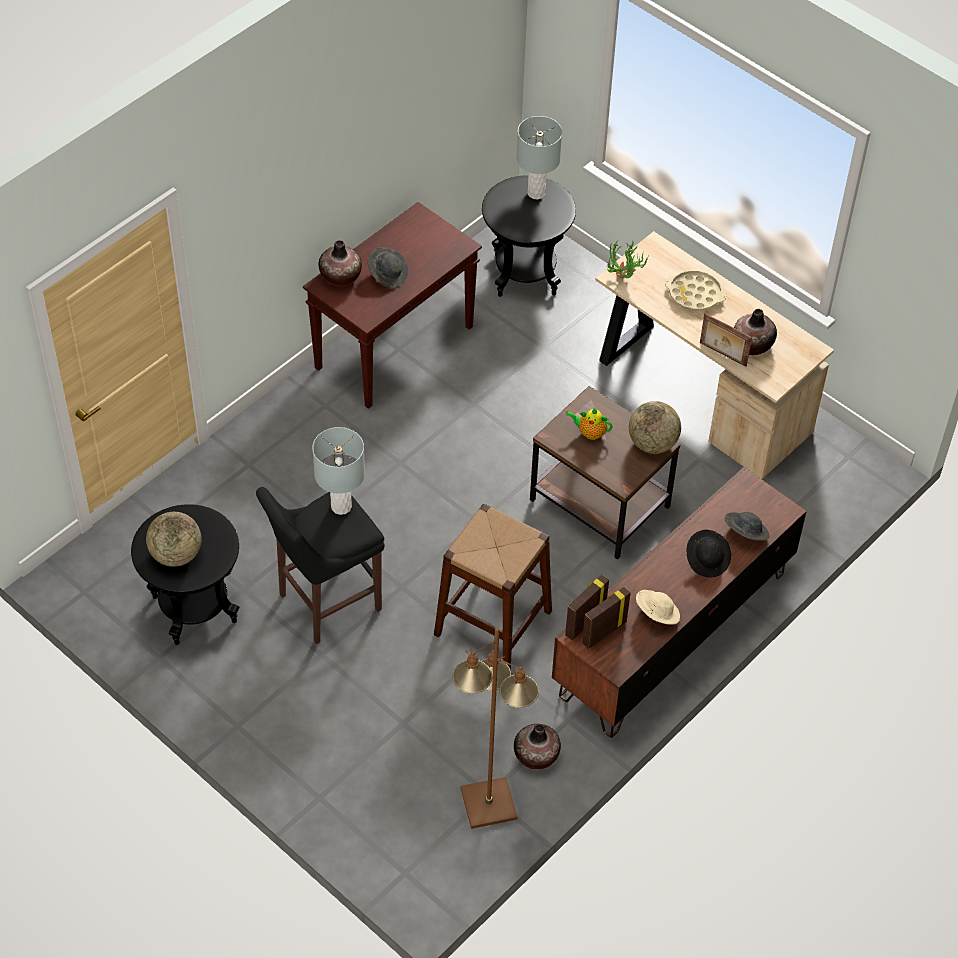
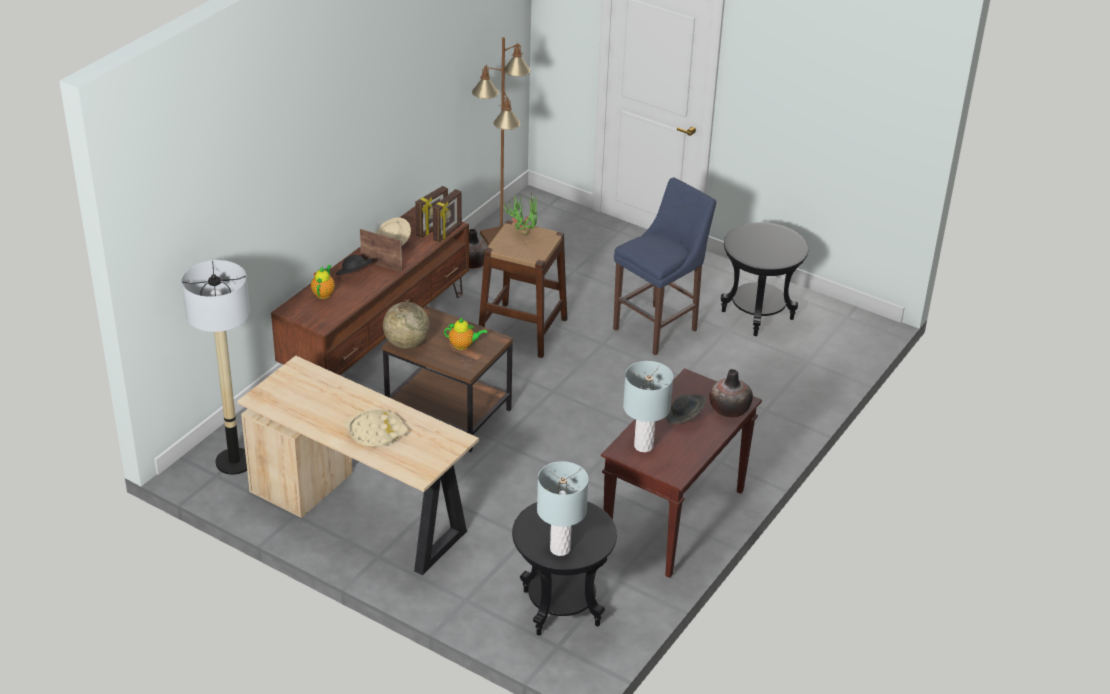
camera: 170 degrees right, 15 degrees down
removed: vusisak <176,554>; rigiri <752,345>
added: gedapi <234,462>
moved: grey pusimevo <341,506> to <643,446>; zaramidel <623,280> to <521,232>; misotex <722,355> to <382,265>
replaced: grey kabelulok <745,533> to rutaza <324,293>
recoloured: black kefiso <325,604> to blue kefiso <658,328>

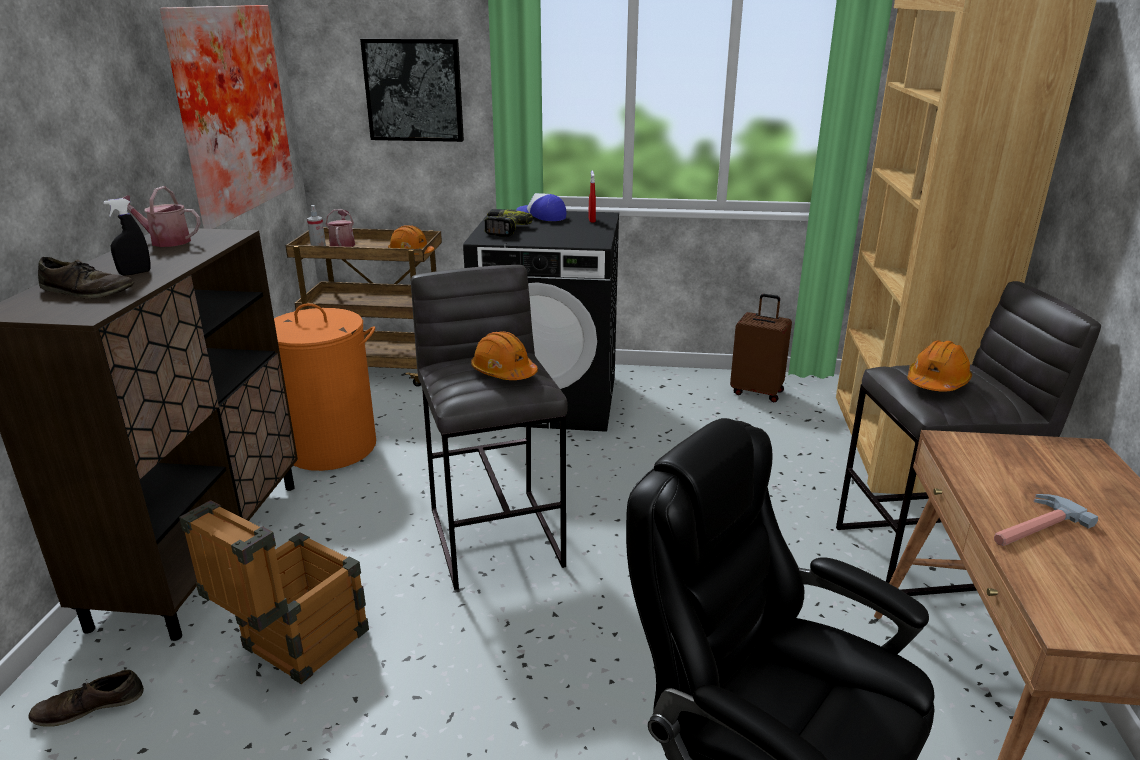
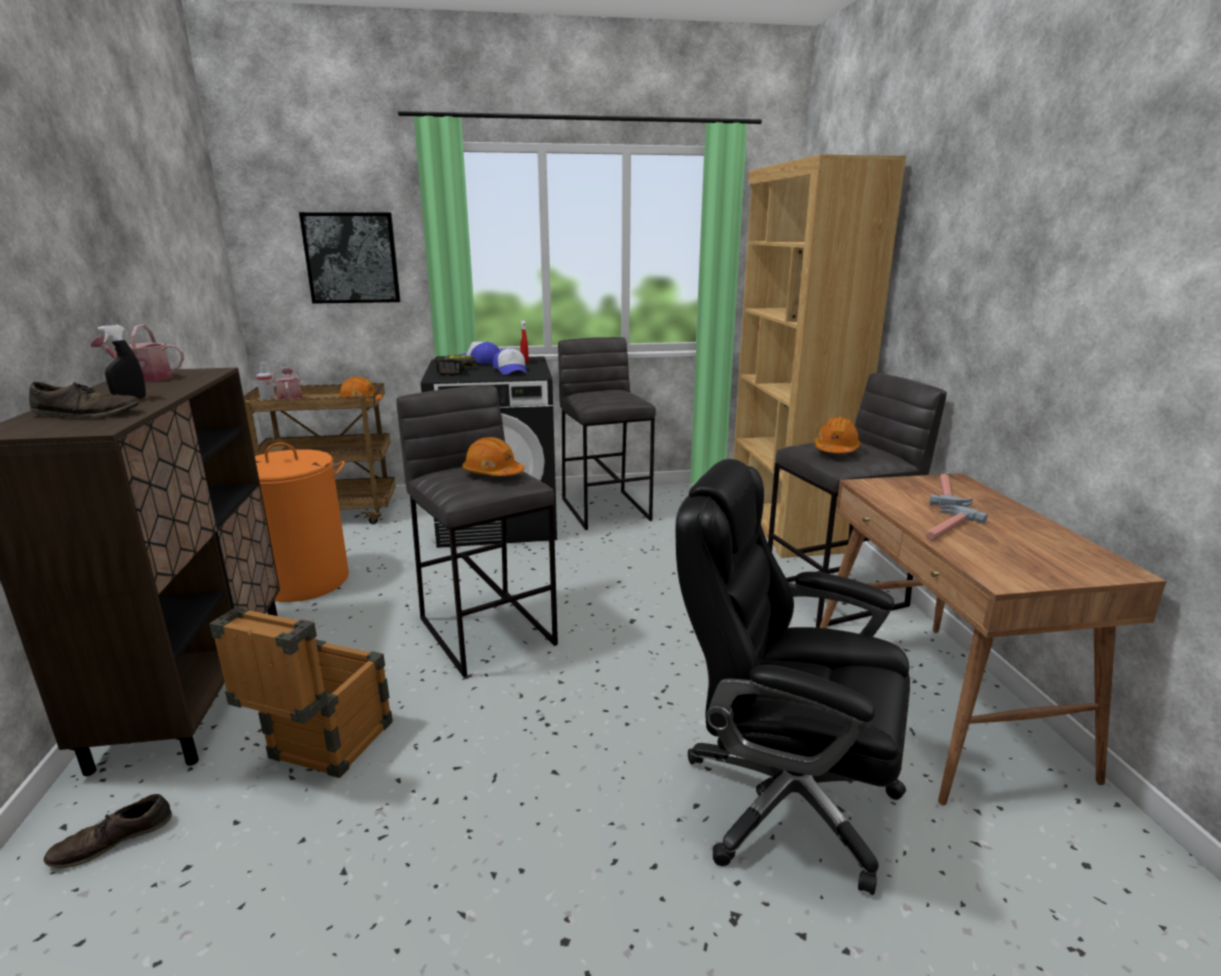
camera: 15 degrees left, 5 degrees down
removed: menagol <227,111>; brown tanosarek <757,392>
added: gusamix <511,371>; grey kefiso <606,509>; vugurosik <948,494>

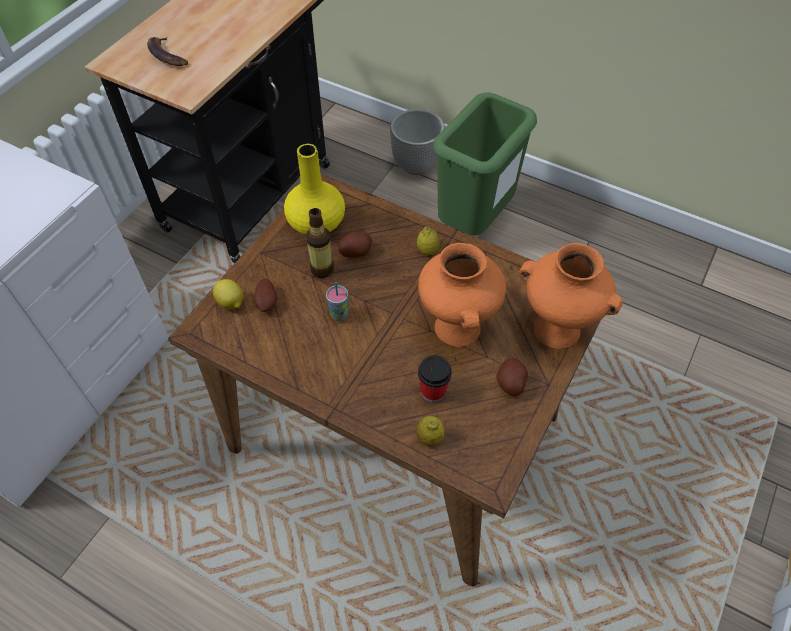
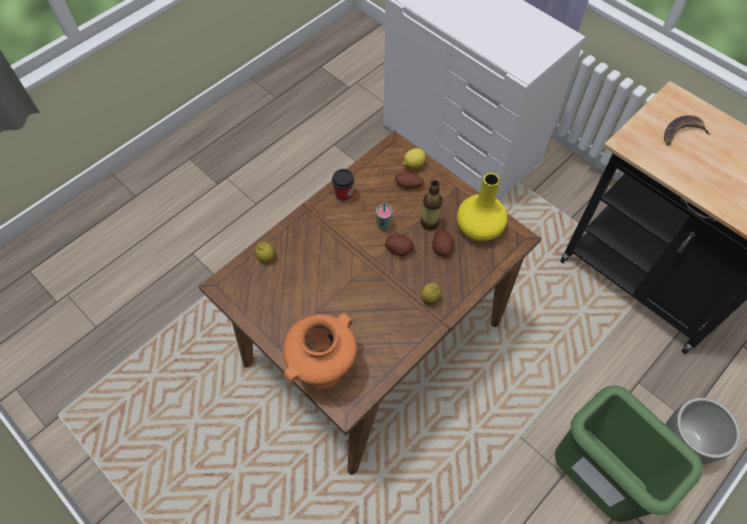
camera: 105 degrees right, 5 degrees up
removed: orange rigiri <456,326>
moved: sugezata <433,391> to <344,195>; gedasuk <510,383> to <399,249>

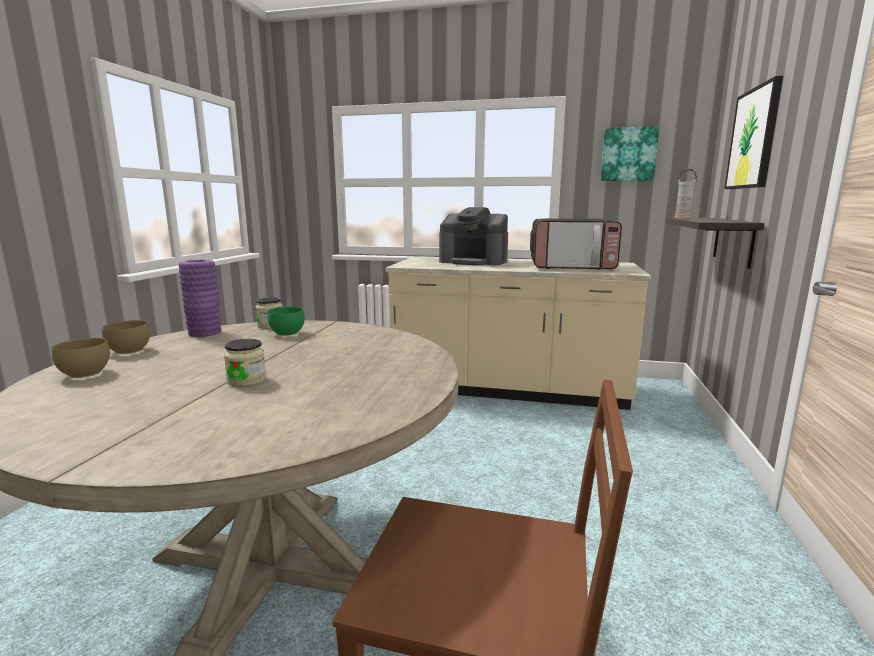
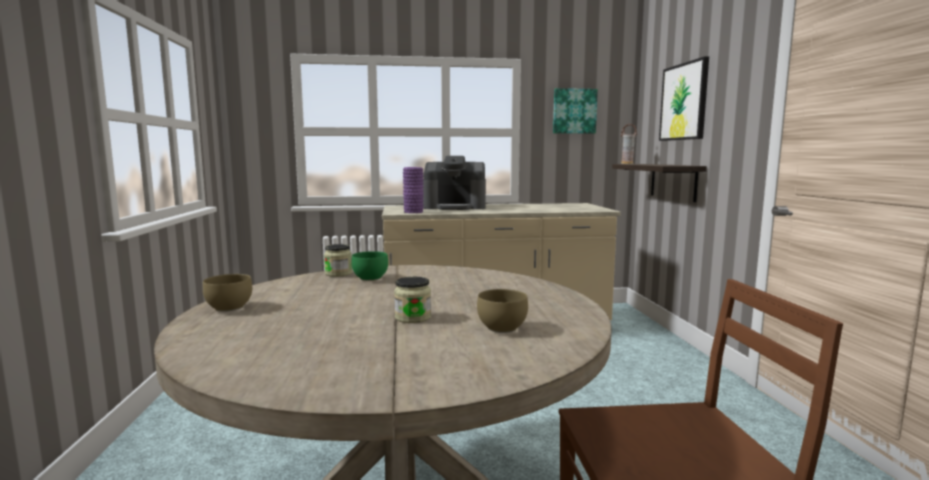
camera: 20 degrees left, 5 degrees down
removed: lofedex <572,267>
moved: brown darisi <87,373> to <502,328>; purple rigiri <205,333> to <413,212>

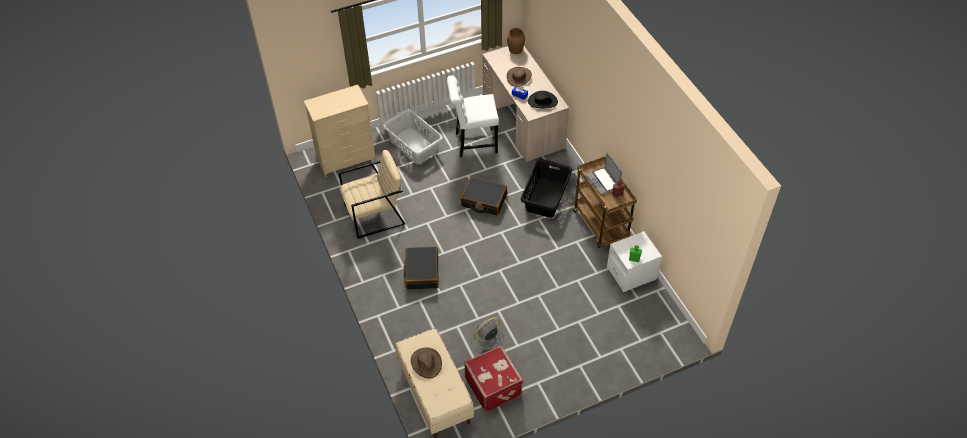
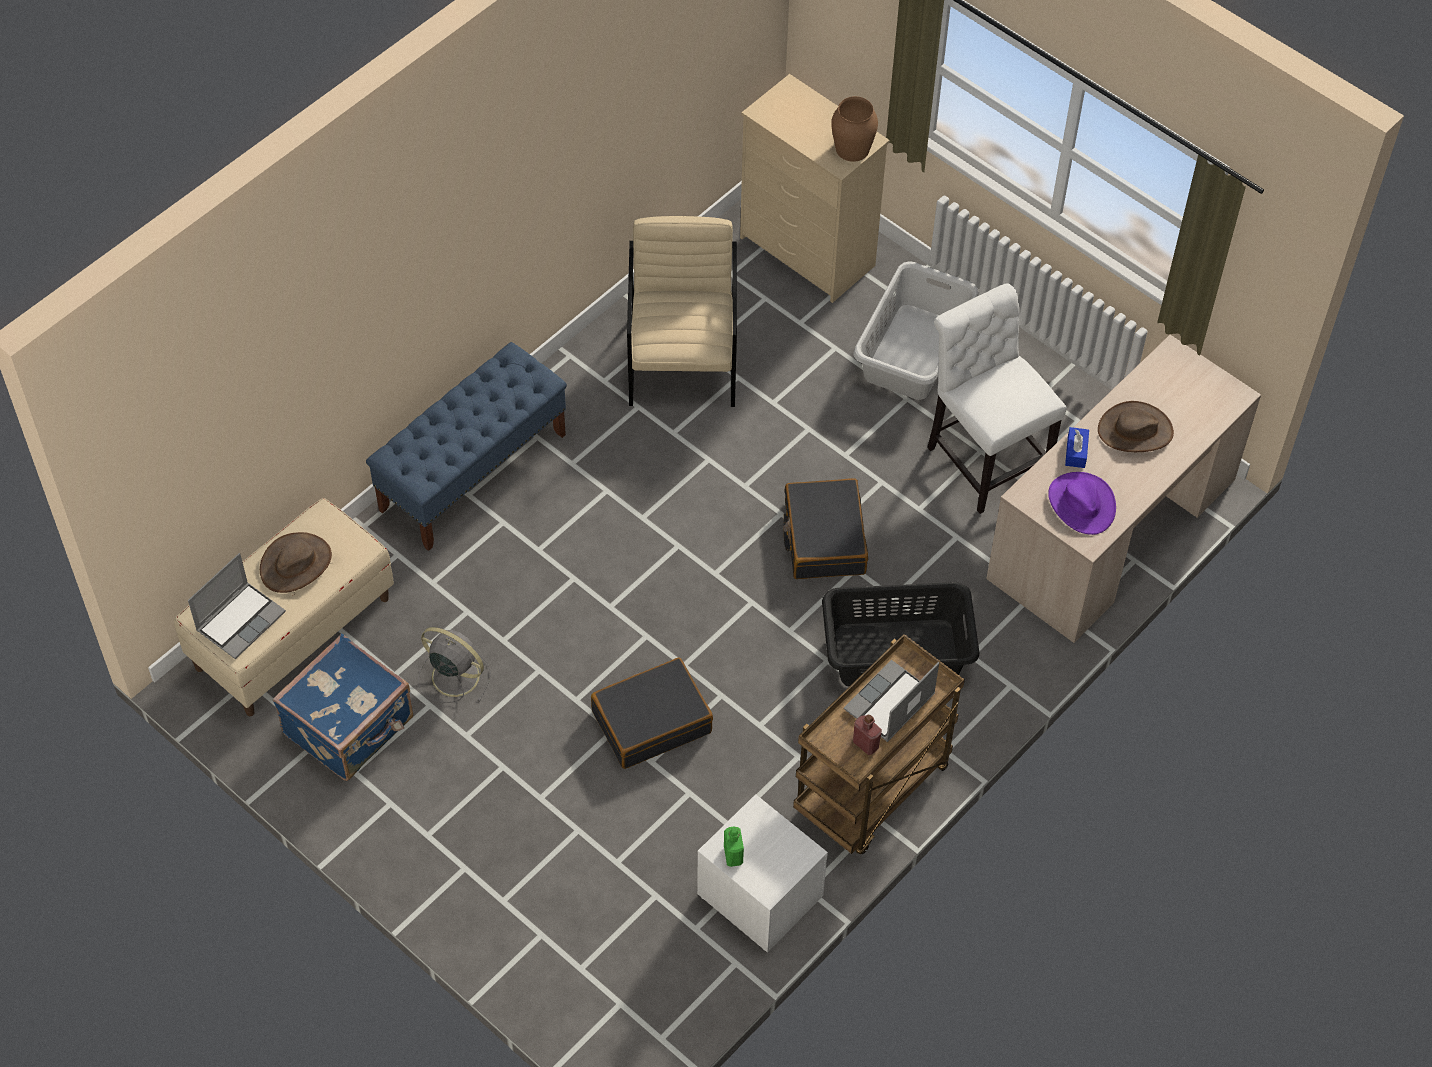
camera: 65 degrees right, 5 degrees up
added: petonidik <240,620>; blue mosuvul <473,471>
moved: black tanosarek <422,272> to <651,721>; brown rigiri <516,49> to <853,149>
recoloured: red tanosarek <494,386> to blue tanosarek <350,727>; black kabelulok <542,101> to purple kabelulok <1081,504>
turned: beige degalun <374,215> = <683,361> 135 degrees counterclockwise

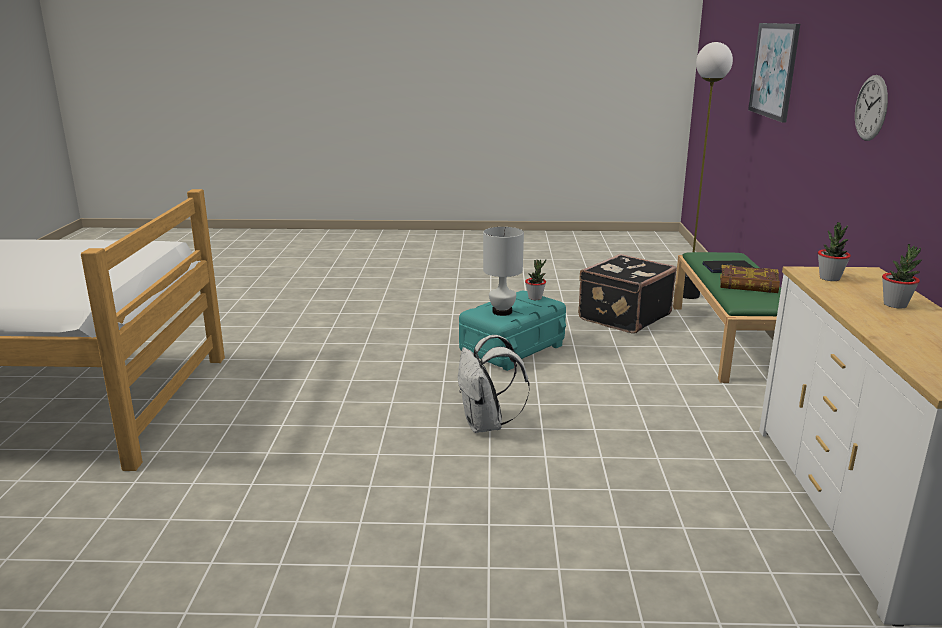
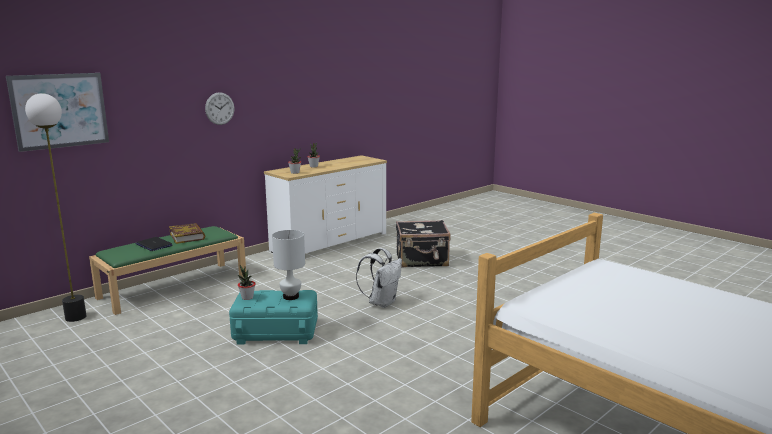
camera: 135 degrees left, 5 degrees down
moved: black tanosarek <623,316> to <422,260>

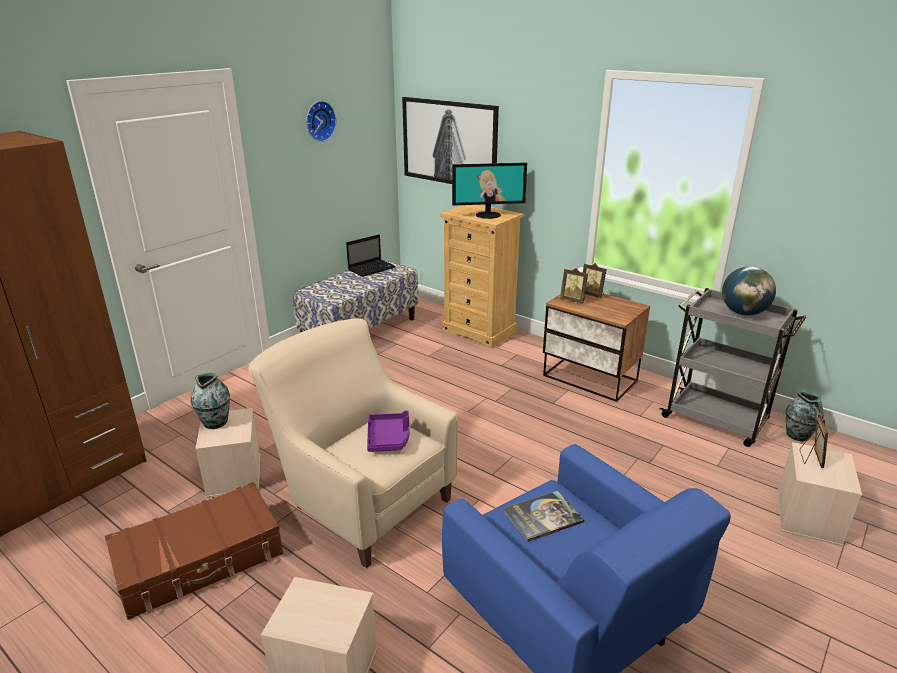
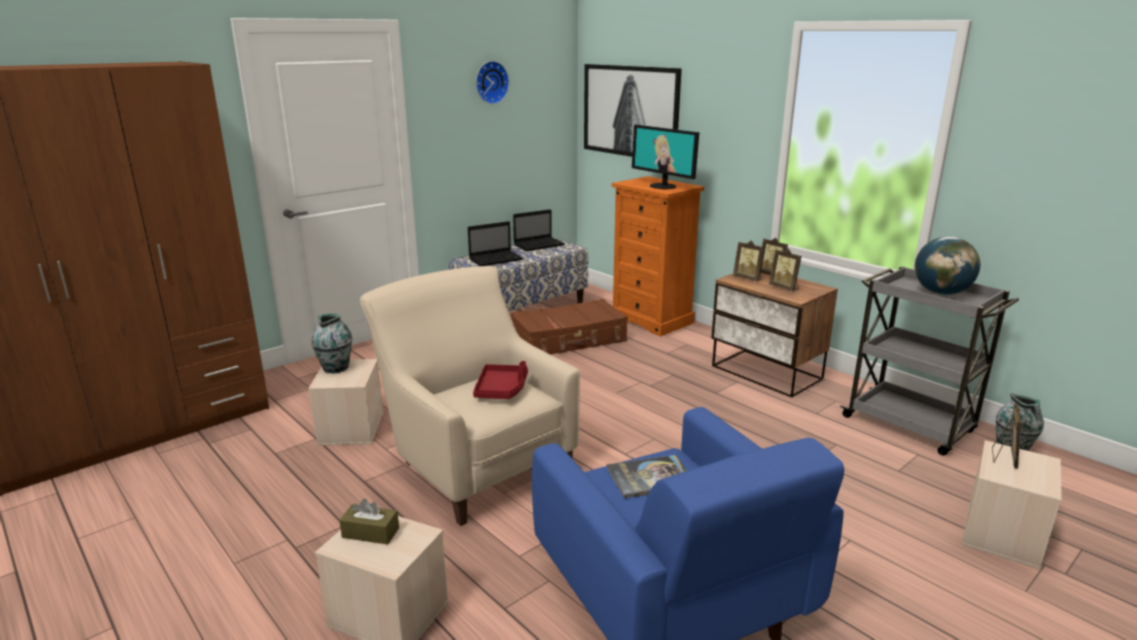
camera: 10 degrees right, 5 degrees down
added: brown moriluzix <370,533>; petonidik <497,259>; misotex <784,288>
moved: brown tanosarek <200,560> to <569,340>
recoloured: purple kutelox <389,438> to red kutelox <502,389>; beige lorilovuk <479,331> to orange lorilovuk <652,320>
turned: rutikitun <488,215> = <663,186> 45 degrees clockwise

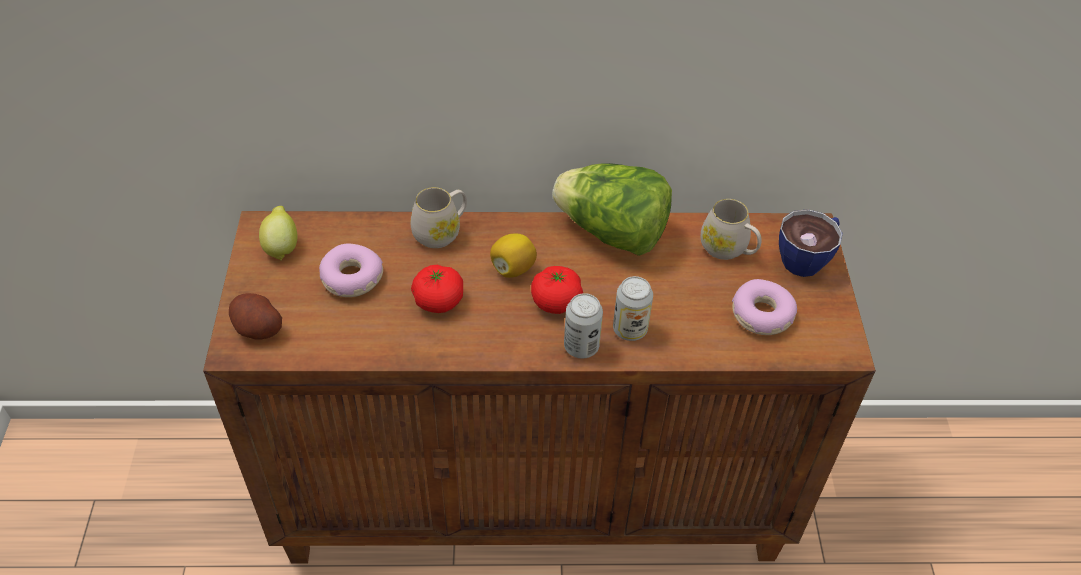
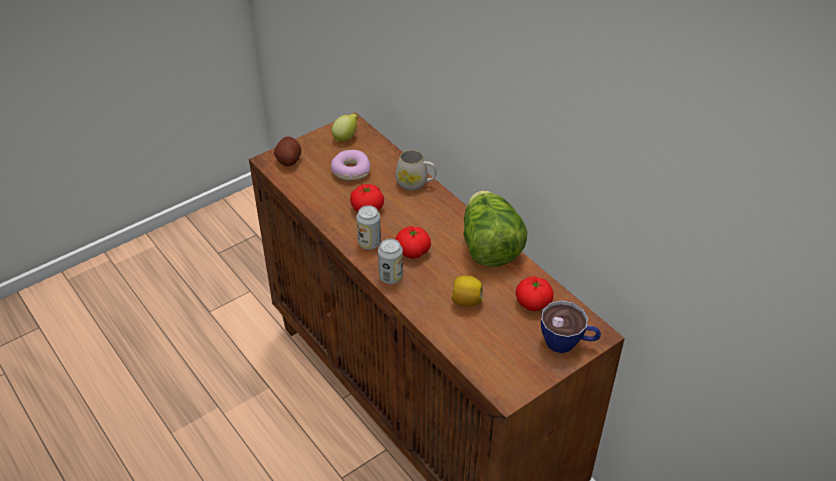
camera: 55 degrees right, 5 degrees down
removed: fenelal <761,315>
moved: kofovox <513,268> to <466,301>; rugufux <630,329> to <369,243>
replaced: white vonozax <728,249> to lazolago <533,302>

